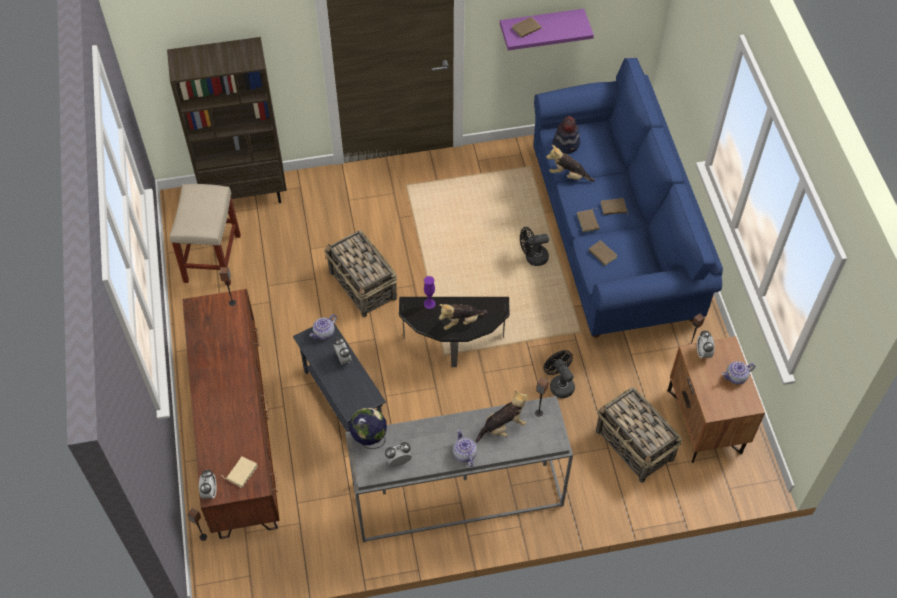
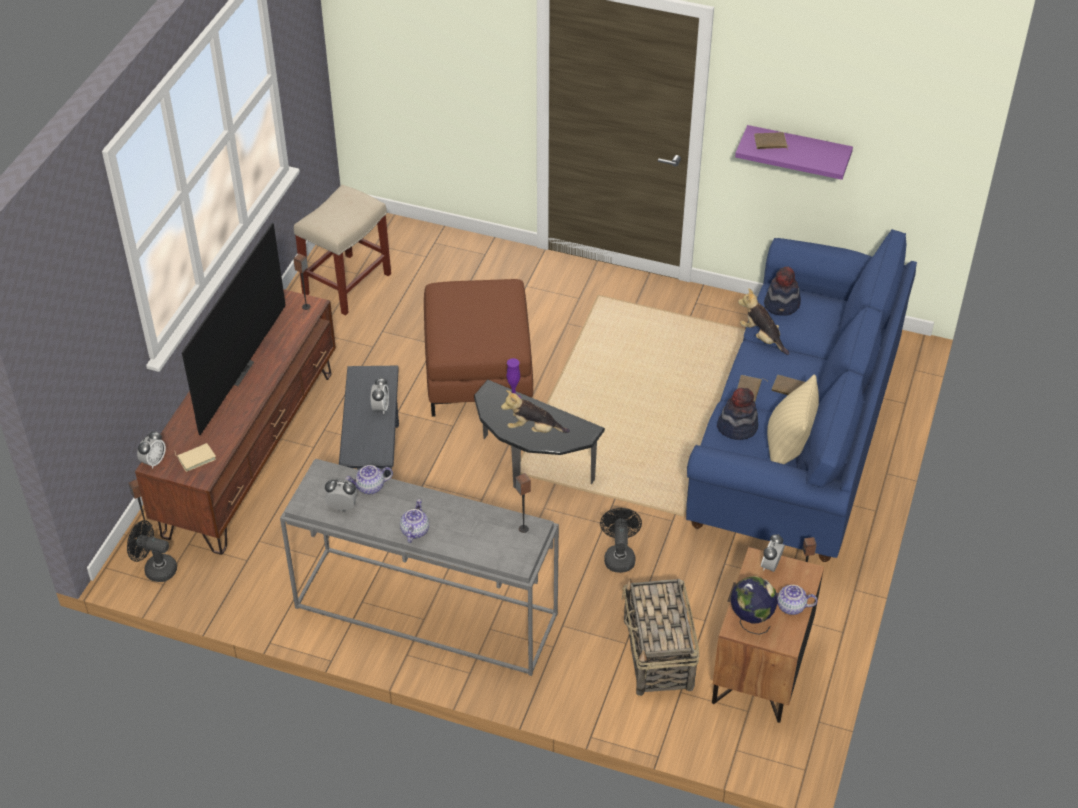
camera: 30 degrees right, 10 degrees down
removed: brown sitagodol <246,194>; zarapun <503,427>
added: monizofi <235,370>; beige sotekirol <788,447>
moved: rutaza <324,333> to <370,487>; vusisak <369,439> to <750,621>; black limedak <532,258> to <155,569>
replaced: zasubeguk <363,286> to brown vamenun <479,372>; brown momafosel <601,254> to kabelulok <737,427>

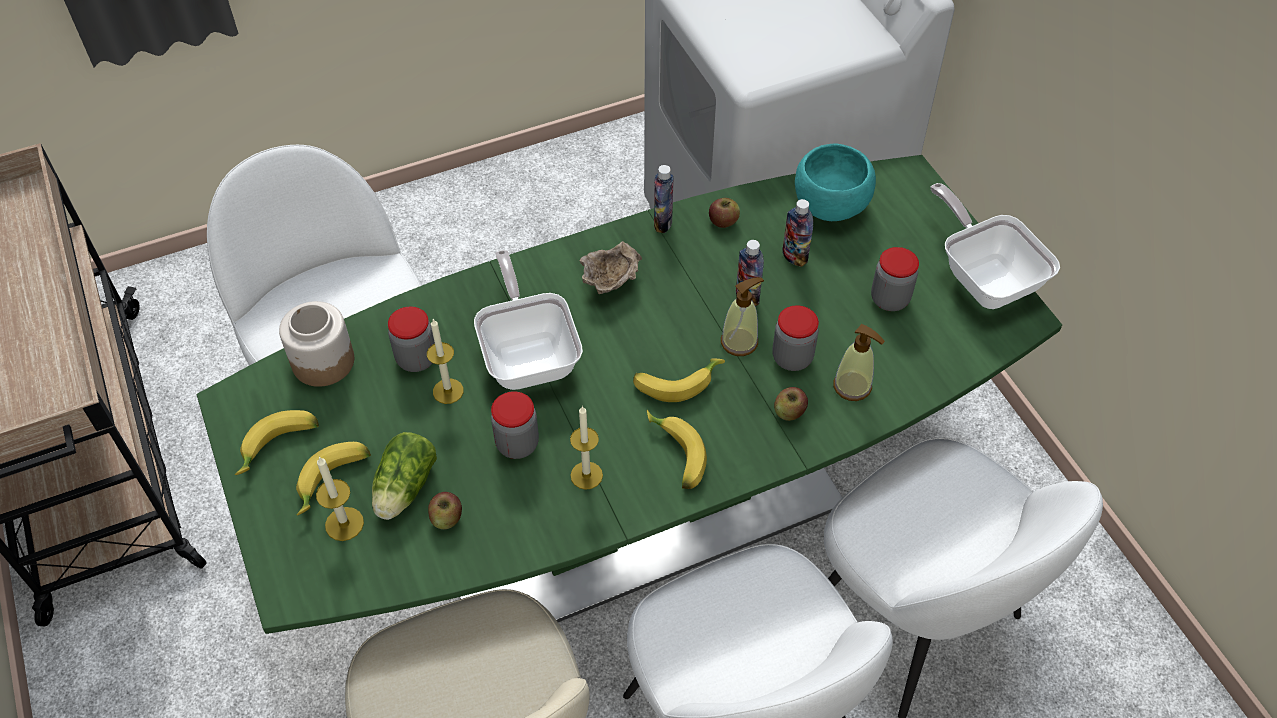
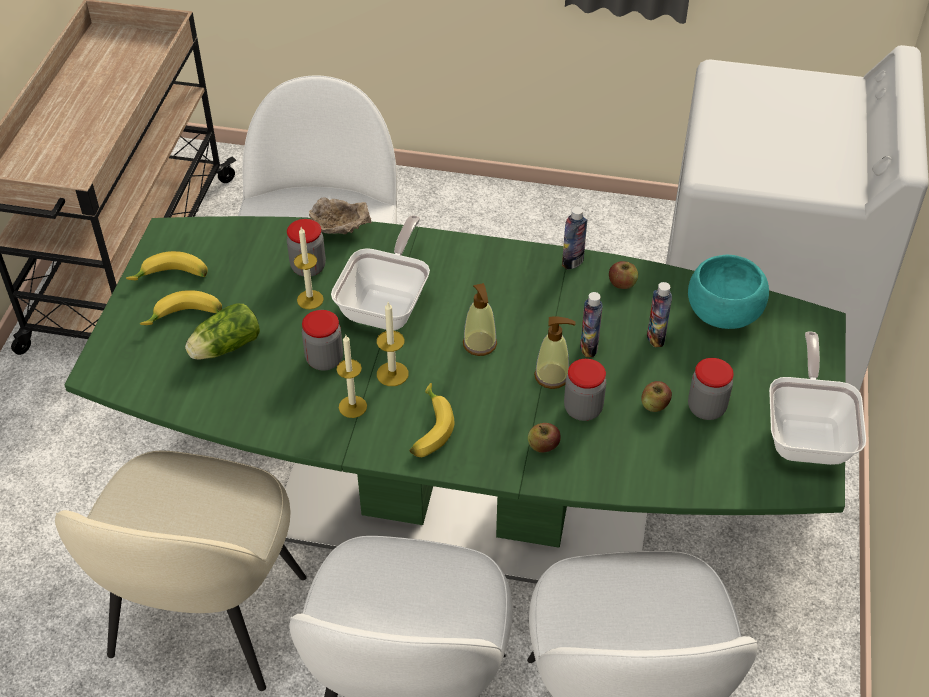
camera: 35 degrees right, 5 degrees down
removed: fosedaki <322,361>; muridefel <676,382>
moved: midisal <344,524> to <392,374>; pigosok <447,518> to <654,405>; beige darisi <611,283> to <341,231>; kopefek <852,386> to <480,344>

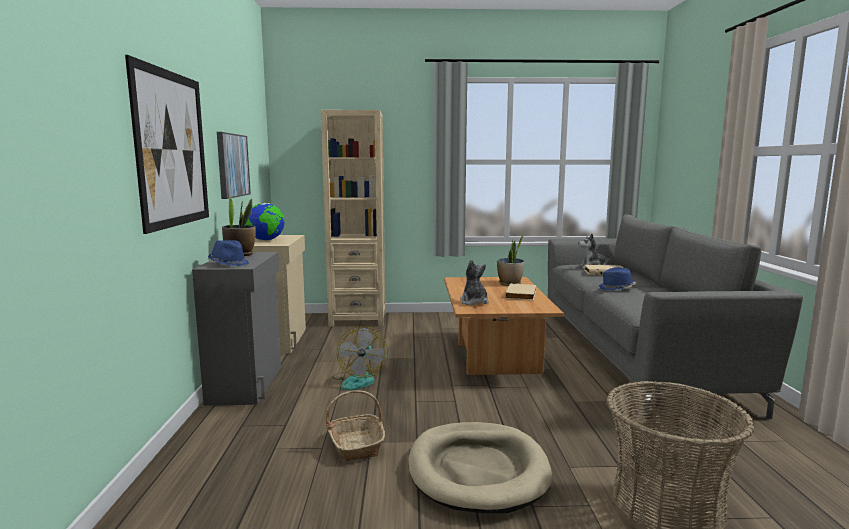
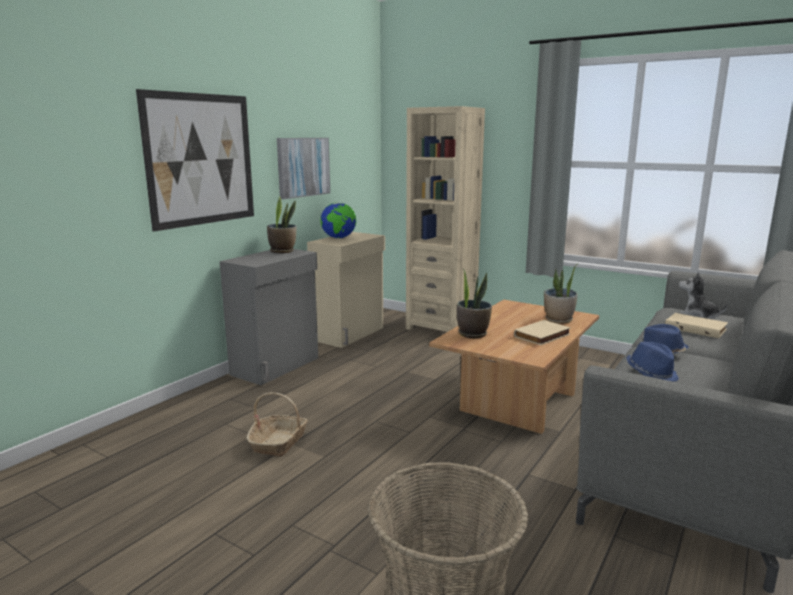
camera: 35 degrees right, 5 degrees up
removed: limedak <359,380>; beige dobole <477,470>
moved: blue kabelulok <229,264> to <651,373>
replaced: zarapun <474,302> to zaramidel <472,334>

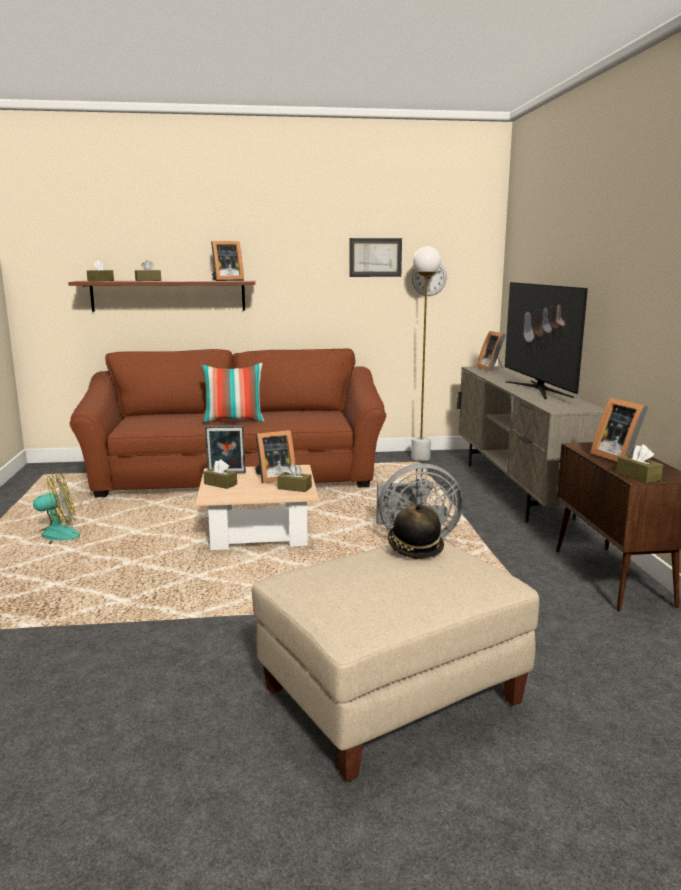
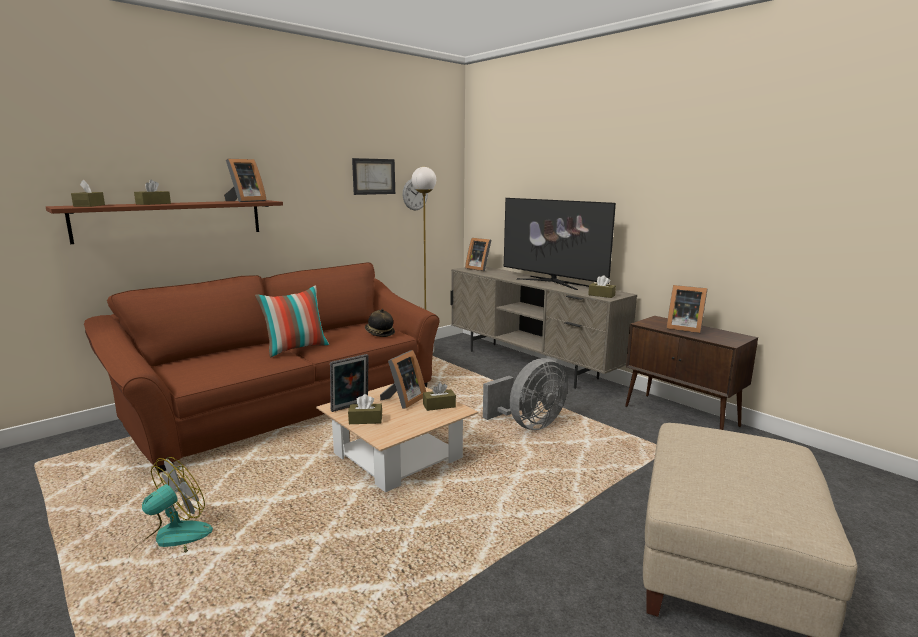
camera: 35 degrees left, 0 degrees up
moved: kabelulok <414,548> to <379,333>; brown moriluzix <638,476> to <601,295>

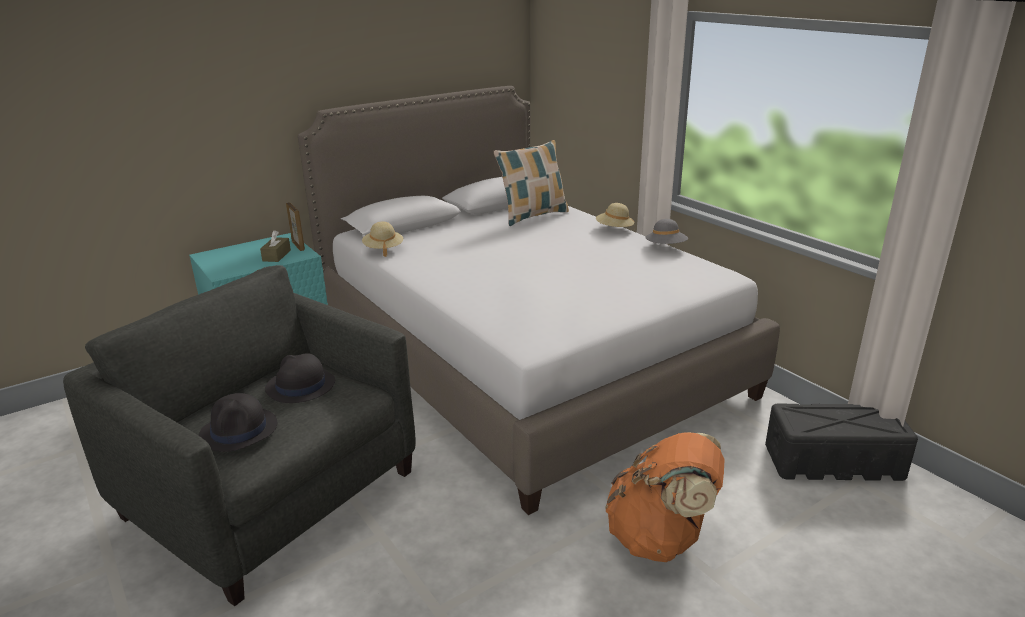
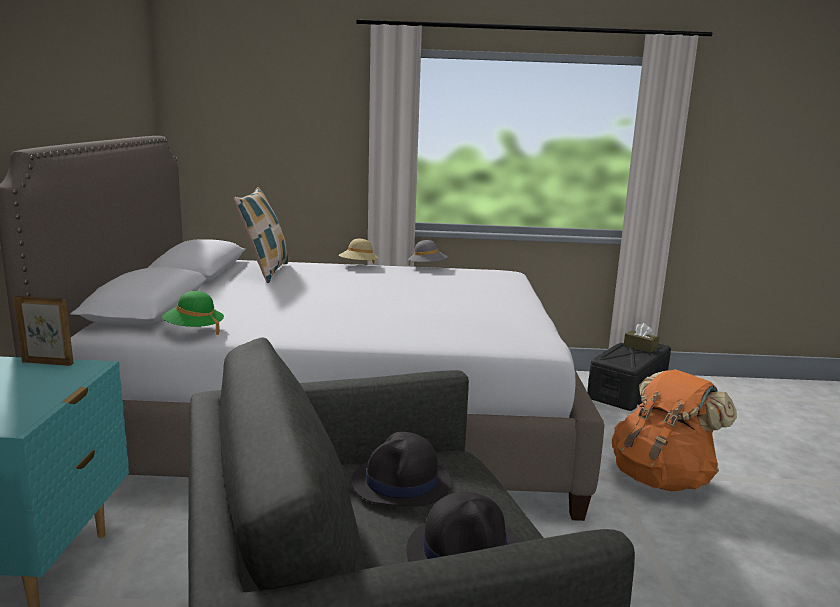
camera: 55 degrees left, 10 degrees down
moved: brown moriluzix <276,255> to <640,347>
recoloured: beige kabelulok <383,249> to green kabelulok <194,330>

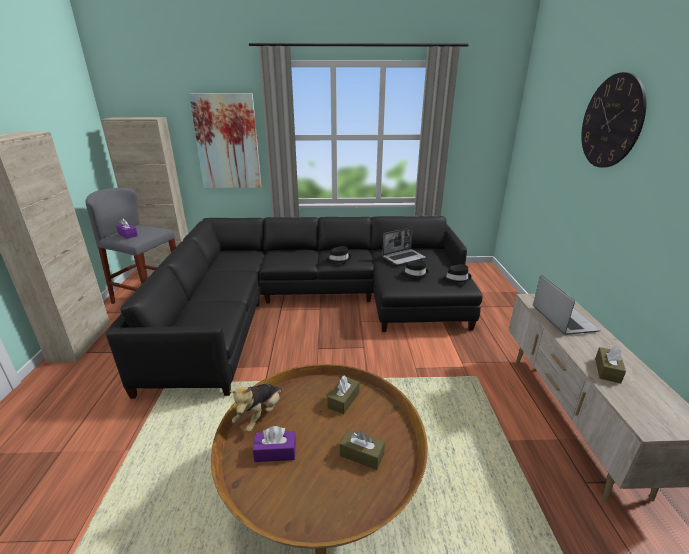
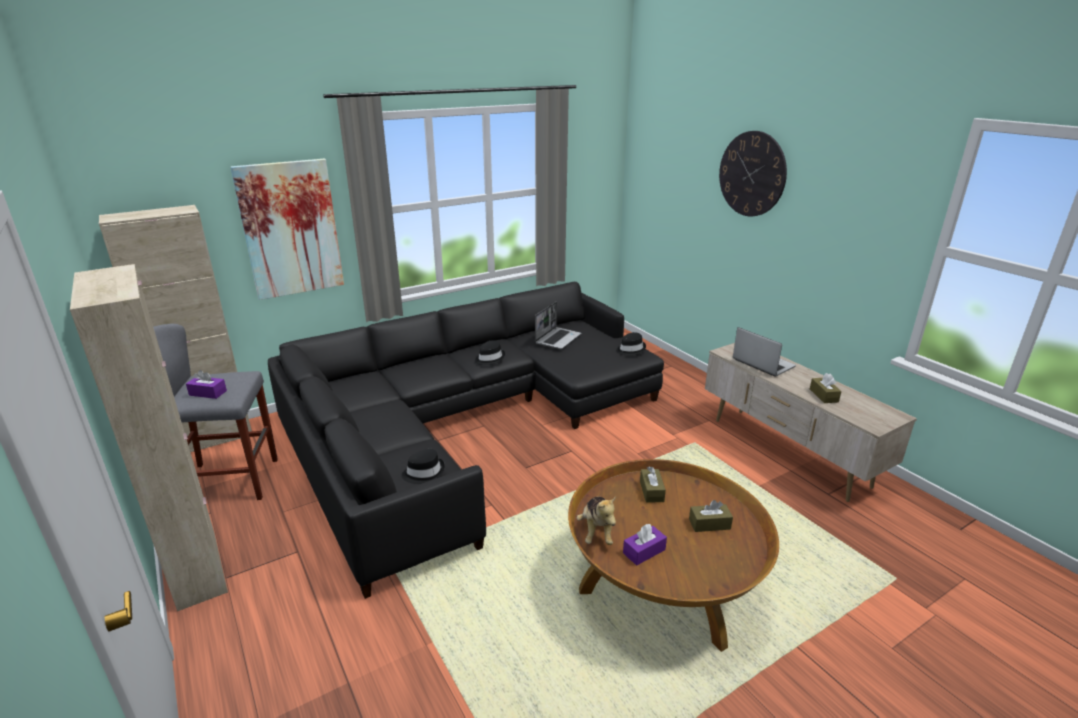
camera: 30 degrees left, 0 degrees up
moved: black kabelulok <415,274> to <424,472>

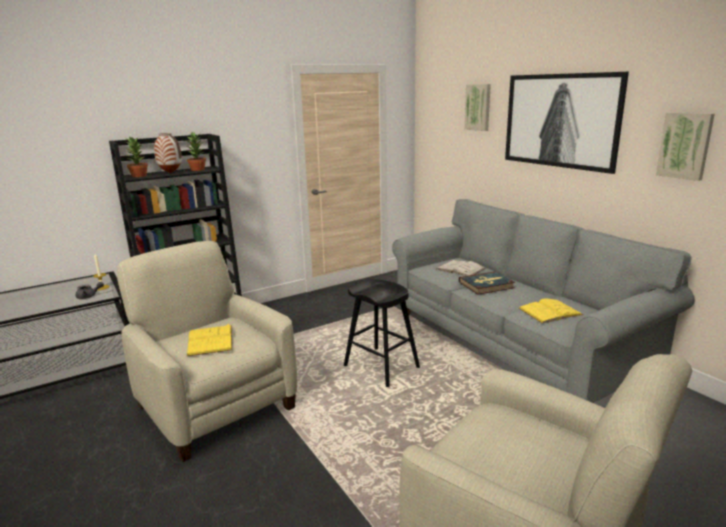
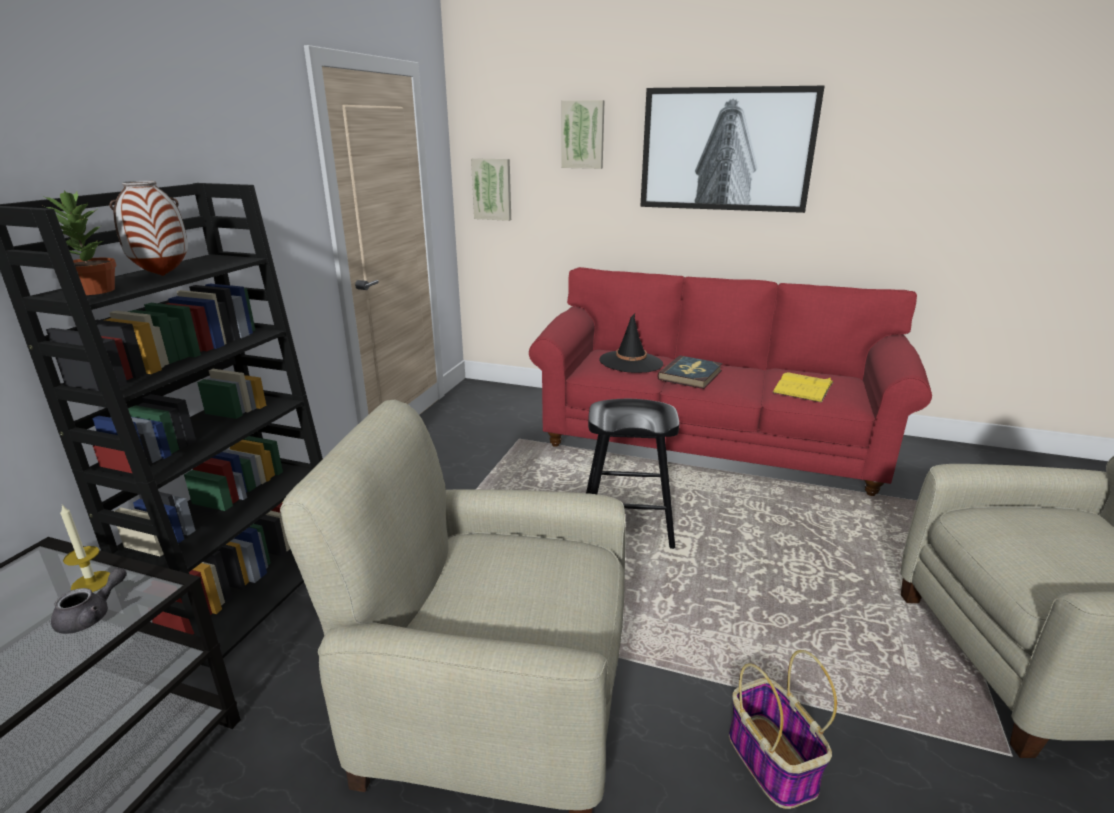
camera: 40 degrees left, 5 degrees up
removed: zaramidel <198,170>; yellow momafosel <210,340>
added: zasubeguk <770,760>
moved: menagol <685,145> to <492,189>
replaced: white momafosel <460,269> to black kabelulok <631,362>
recoloured: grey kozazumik <513,343> to red kozazumik <710,440>

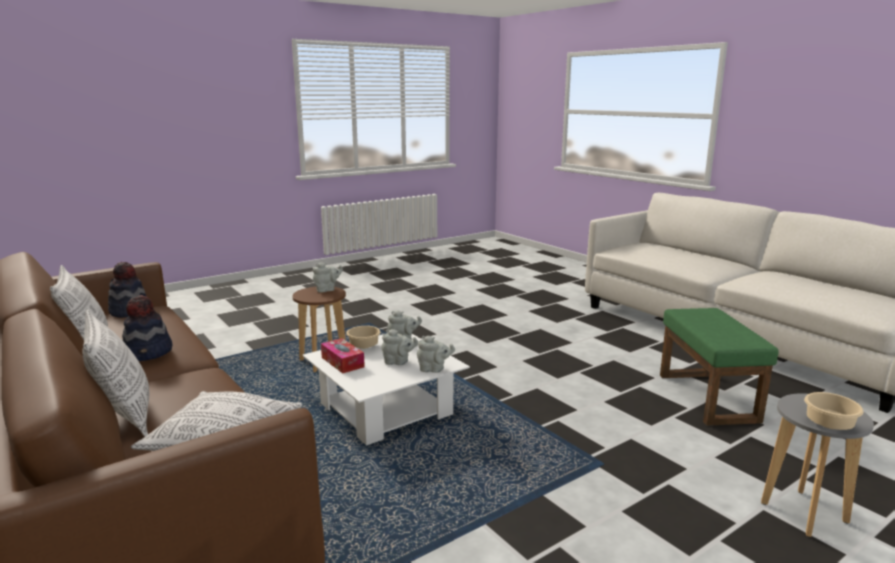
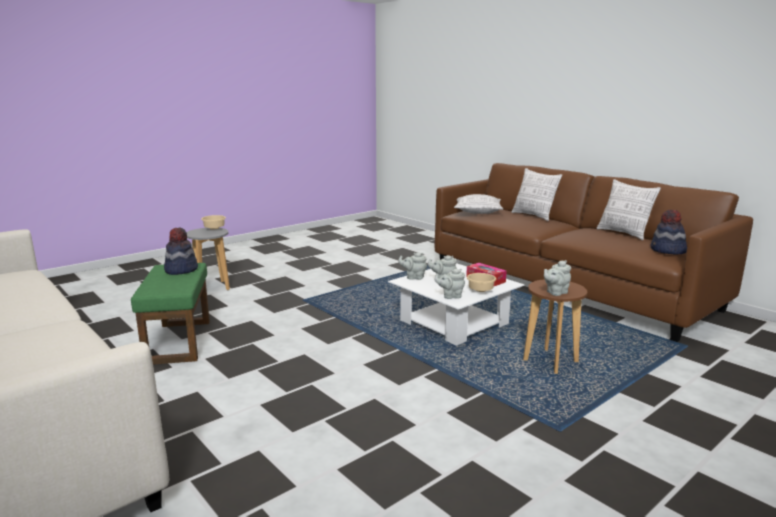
camera: 175 degrees right, 0 degrees up
moved: kabelulok <148,353> to <181,270>

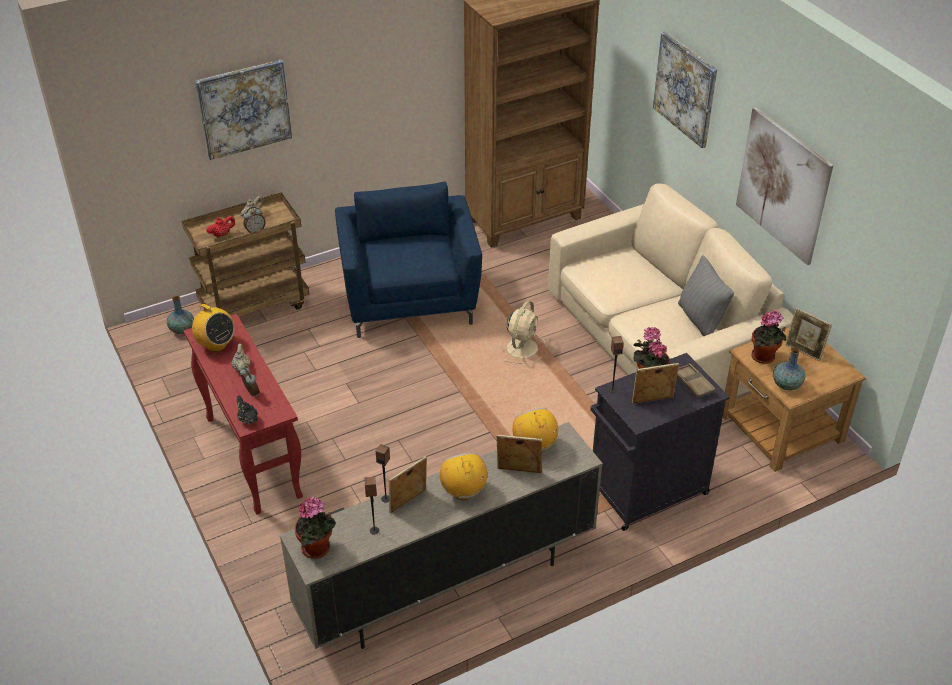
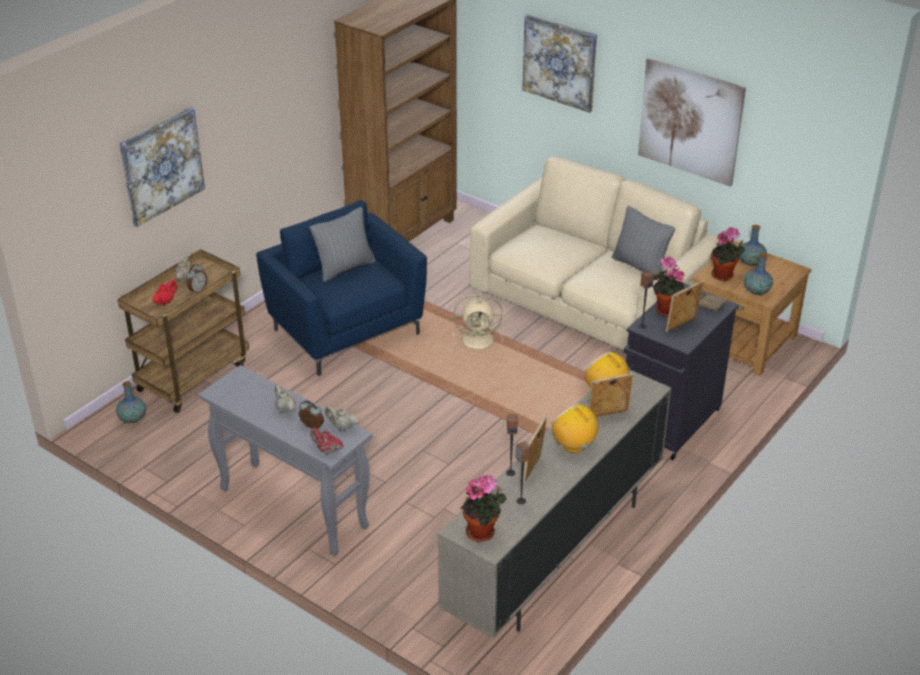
camera: 25 degrees left, 5 degrees down
removed: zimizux <216,345>
added: grey sotekirol <345,268>; beige rutaza <341,427>
replaced: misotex <803,352> to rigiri <751,262>
recoloured: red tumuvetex <252,456> to grey tumuvetex <292,507>; black rutaza <247,419> to red rutaza <326,450>
turned: beige limedak <522,347> = <479,340> 90 degrees clockwise

